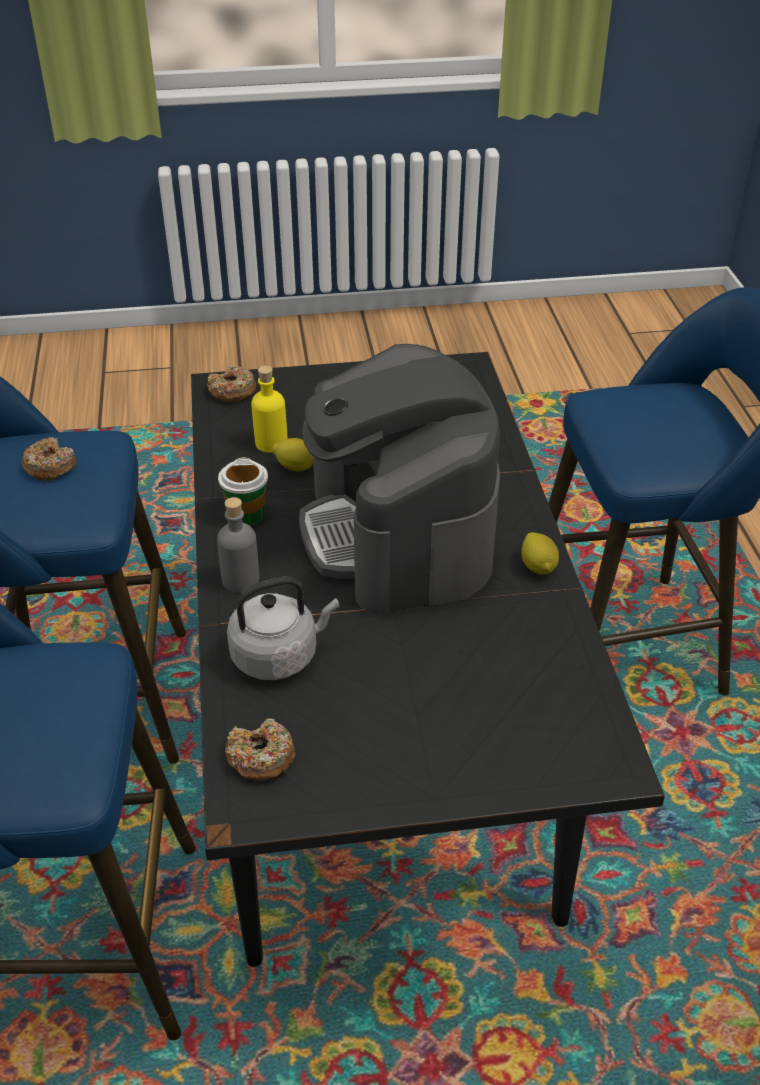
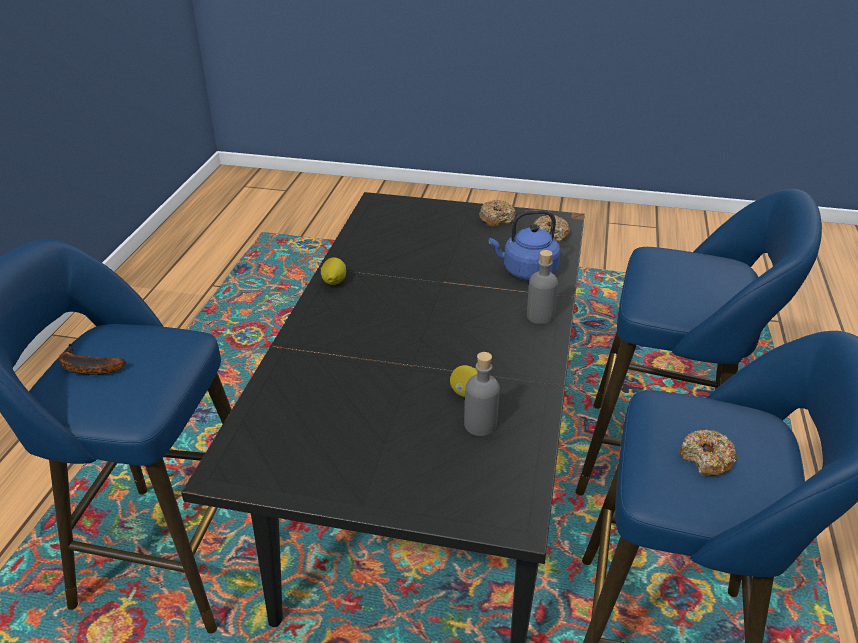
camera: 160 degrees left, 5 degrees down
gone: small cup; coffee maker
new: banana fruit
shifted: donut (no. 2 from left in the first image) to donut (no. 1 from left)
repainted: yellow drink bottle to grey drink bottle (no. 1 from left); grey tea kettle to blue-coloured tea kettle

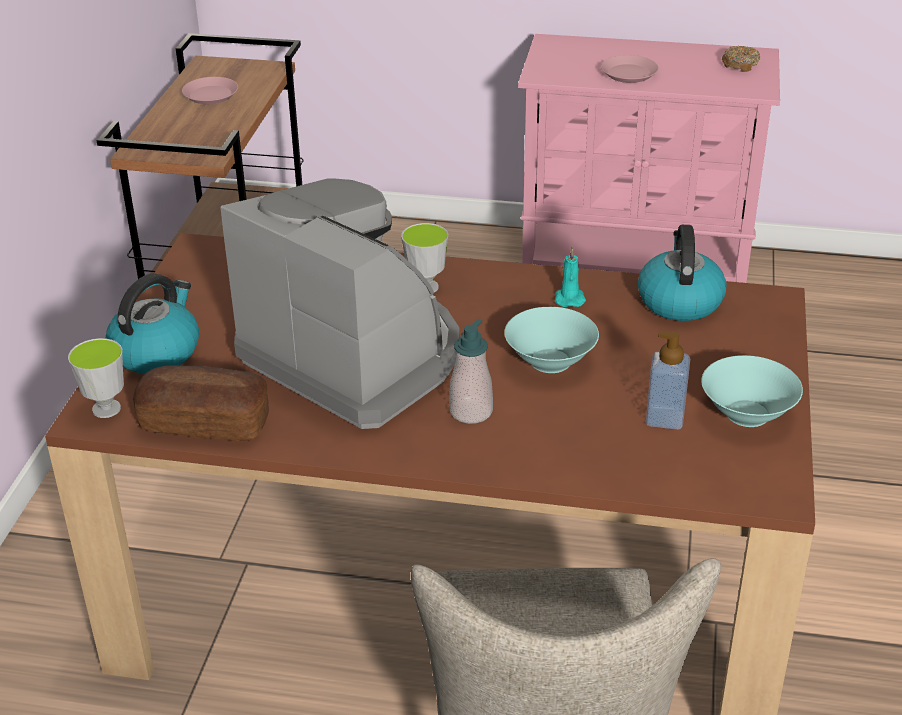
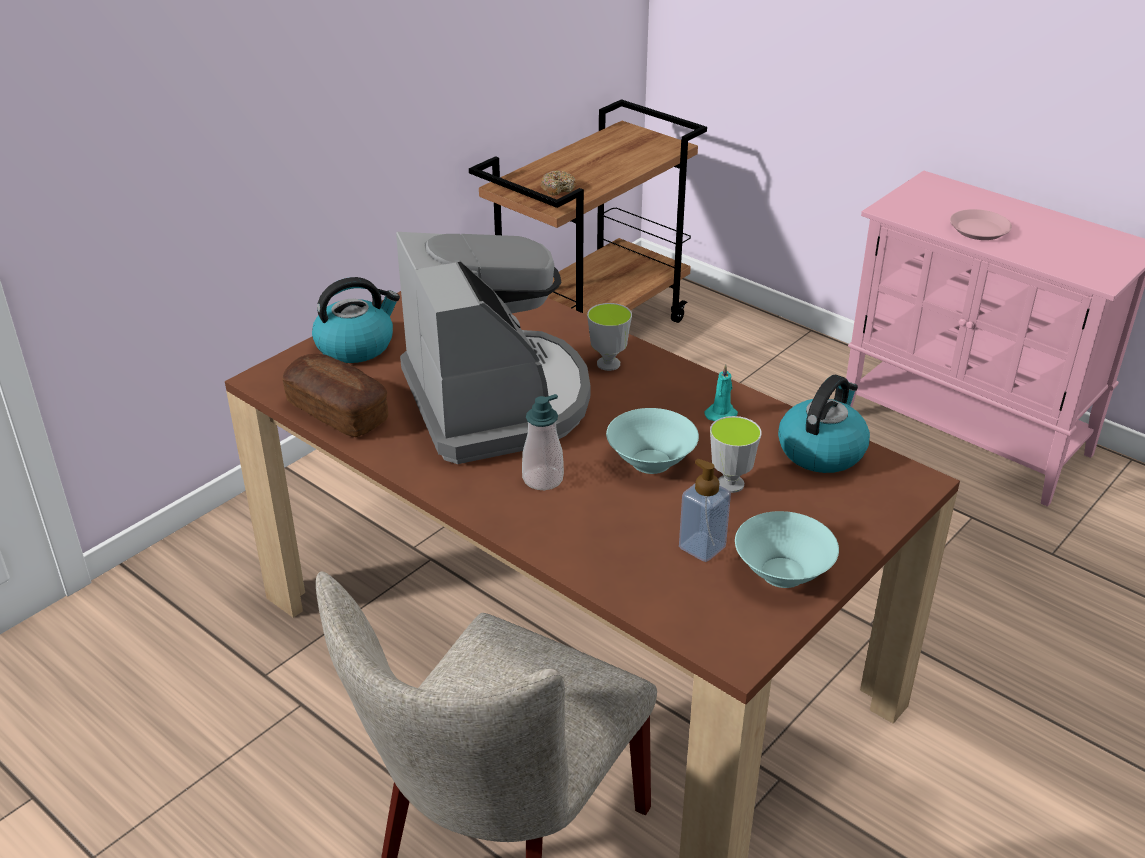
camera: 30 degrees right, 0 degrees up
gone: pink plate (no. 1 from left)
shifted: donut; small cup (no. 1 from left in the first image) to small cup (no. 2 from left)

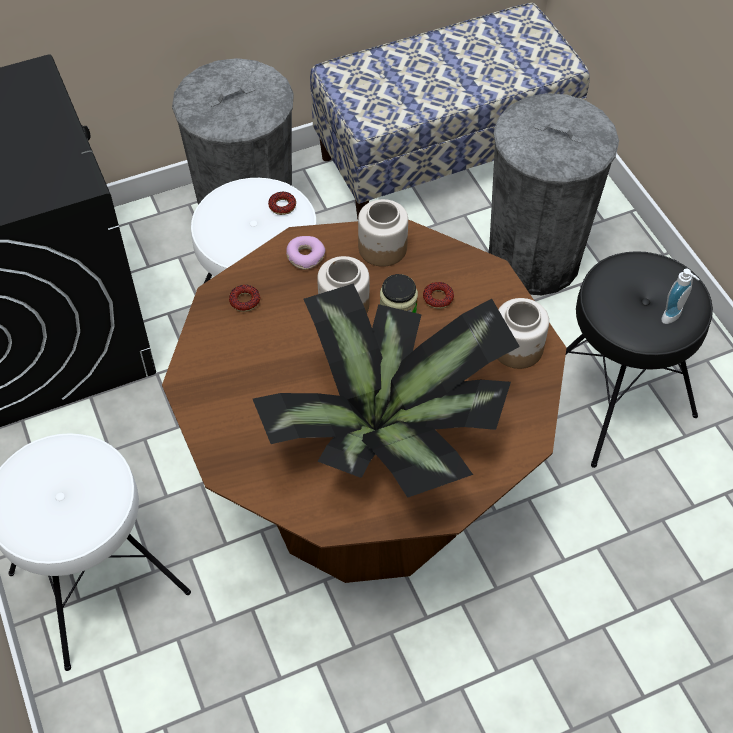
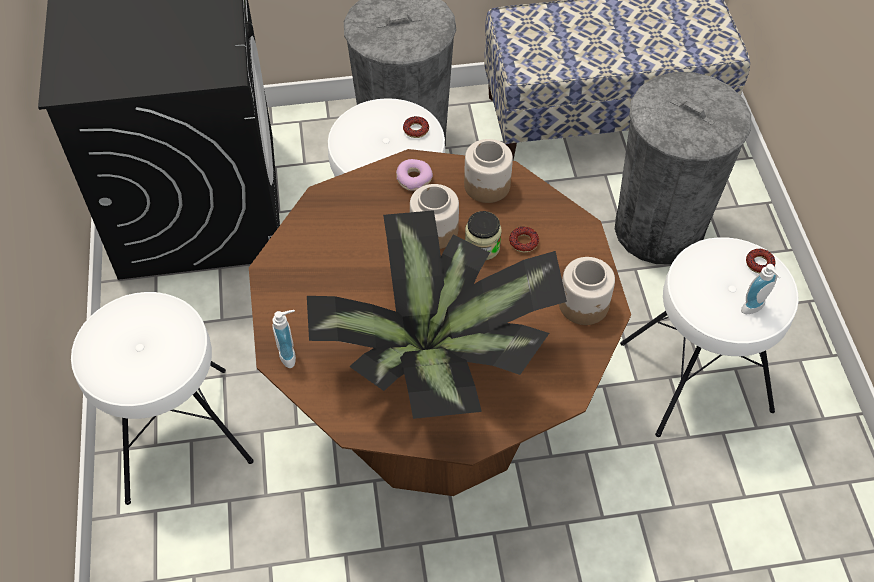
camera: 15 degrees right, 0 degrees up
new: soap bottle (no. 1 from left)
shifted: donut (no. 1 from left in the first image) to donut (no. 4 from left)
repainted: blackish sitting stool to white-coloured sitting stool (no. 3 from left)

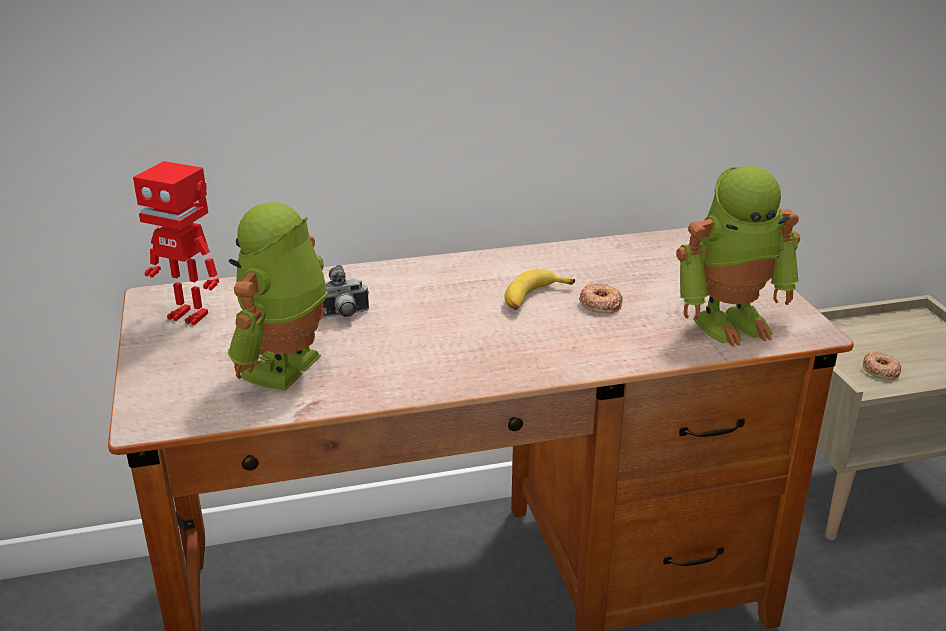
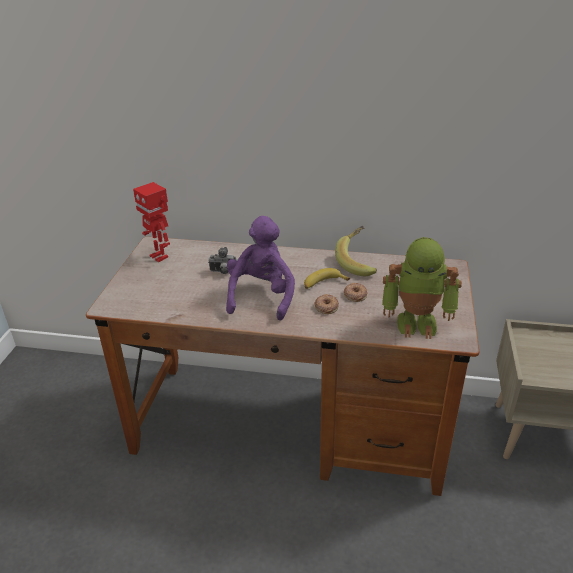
camera: 25 degrees right, 5 degrees up
gone: robot figure (no. 2 from left)
new: purple-coloured soft toy; banana fruit (no. 2 from left)
shifted: donut (no. 2 from left in the first image) to donut (no. 1 from left)

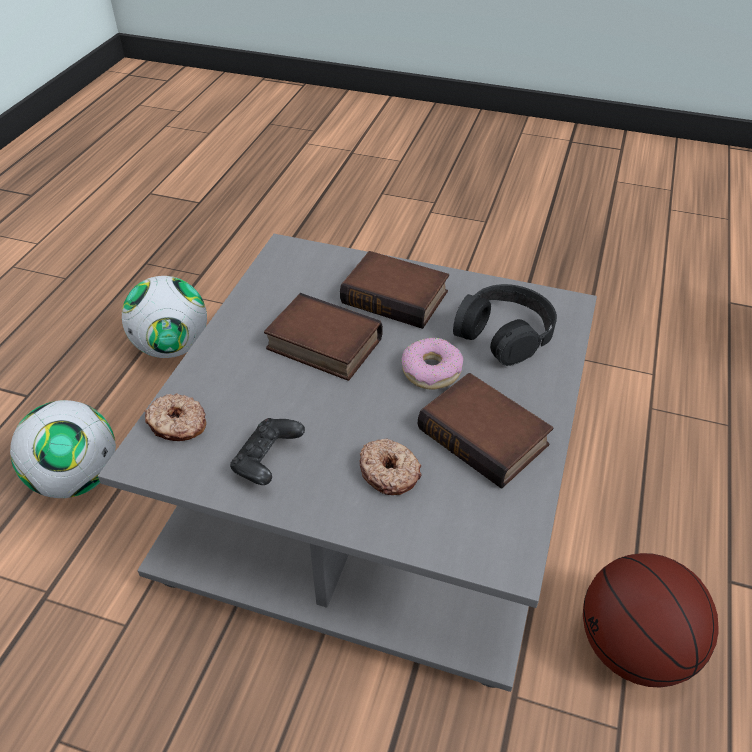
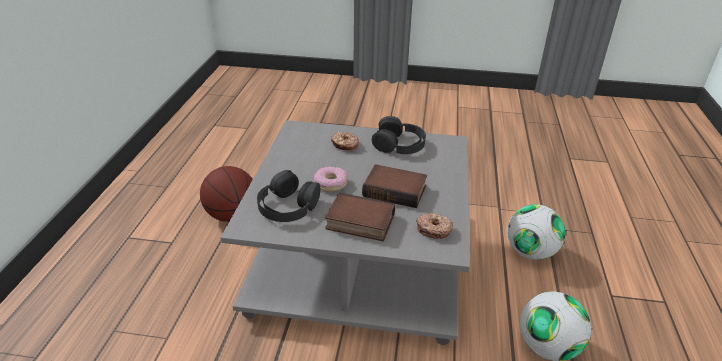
camera: 170 degrees right, 10 degrees down
gone: volume (no. 3 from left)
shifted: donut (no. 1 from left in the first image) to donut (no. 3 from left)
swapped: blackish game controller to blackish headset (no. 2 from left)

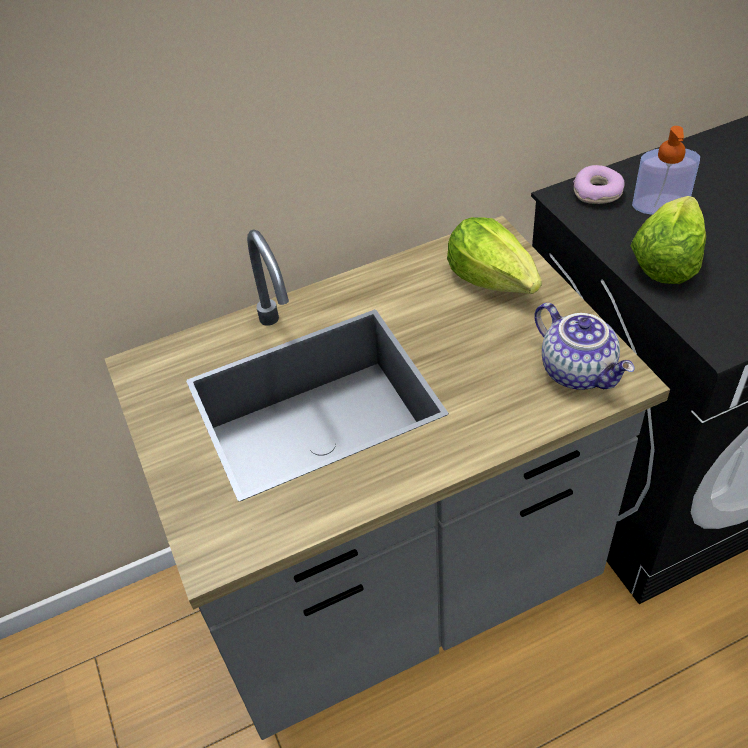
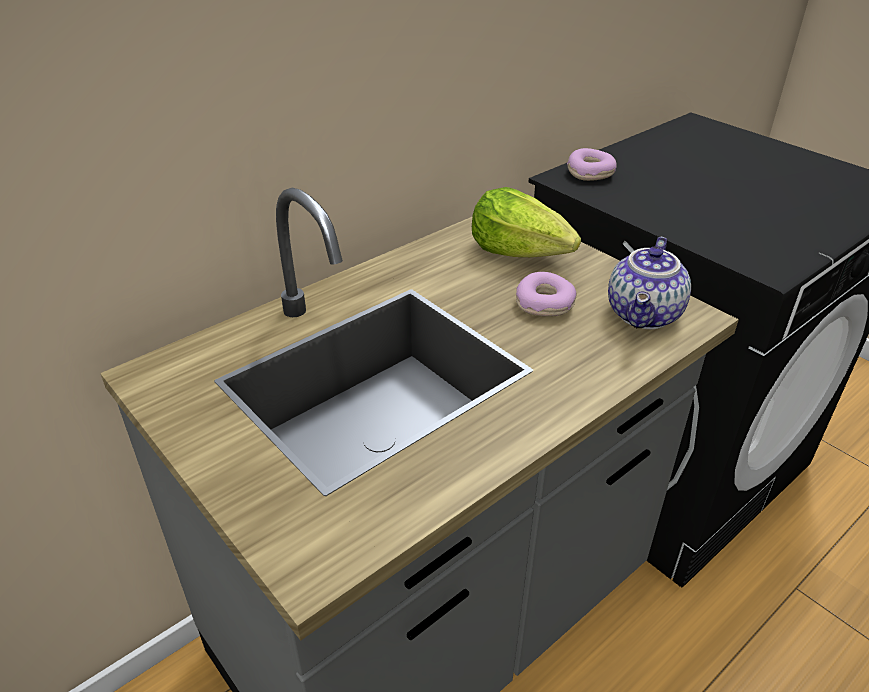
camera: 20 degrees left, 10 degrees down
gone: lettuce head (no. 2 from left); soap bottle
new: donut (no. 1 from left)
rotated: pot for tea 75 degrees clockwise

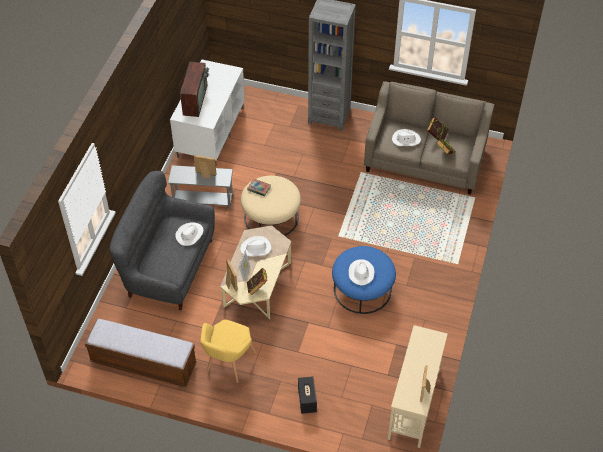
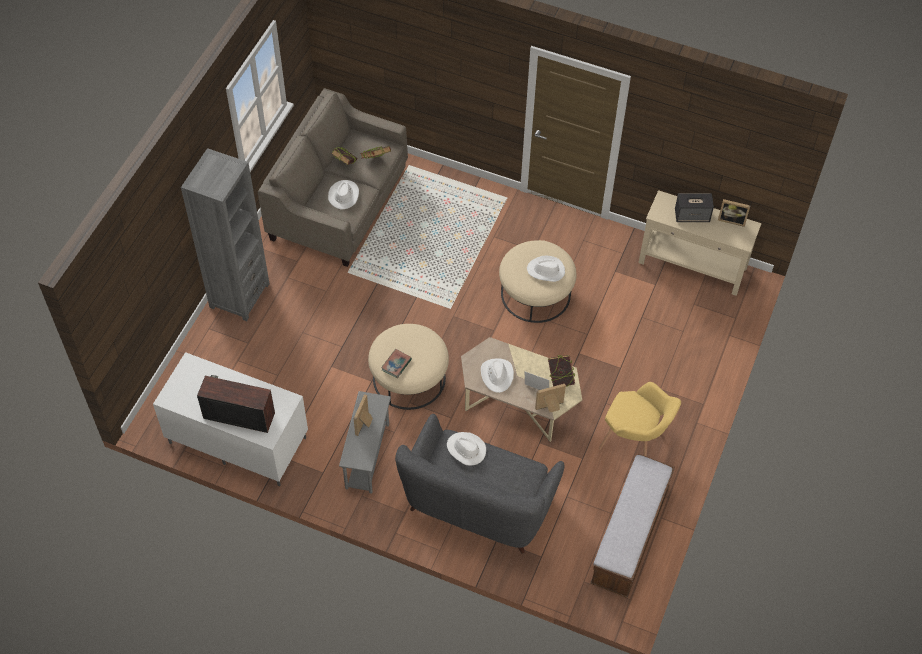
camera: 85 degrees left, 5 degrees up
shifted: loudspeaker
repainted: blue-coloured pouffe to beige-coloured pouffe (no. 2 from left)

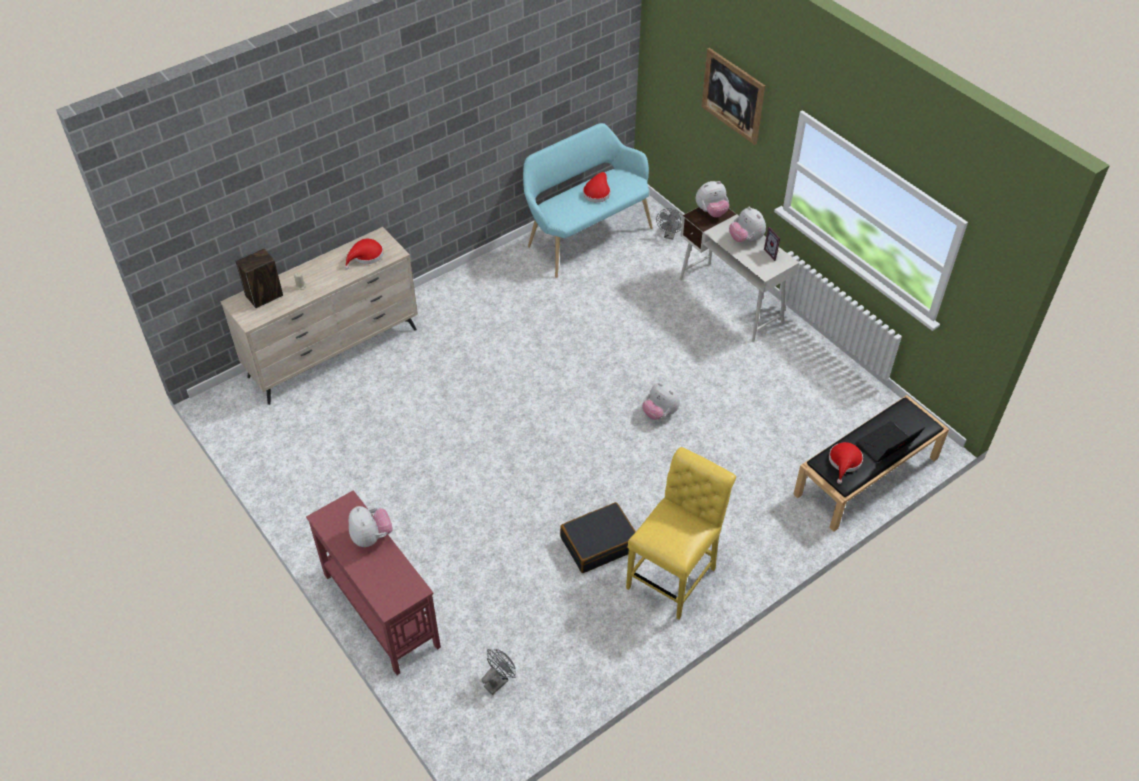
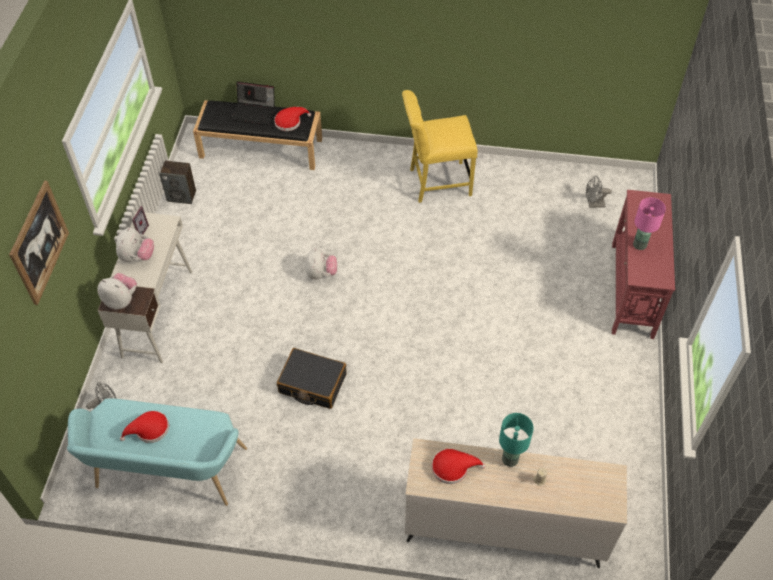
camera: 135 degrees left, 5 degrees up
new: turquoise-coloured table lamp
shifted: loudspeaker; blackish suitcase
swapped: soft toy (no. 1 from left) to pink table lamp

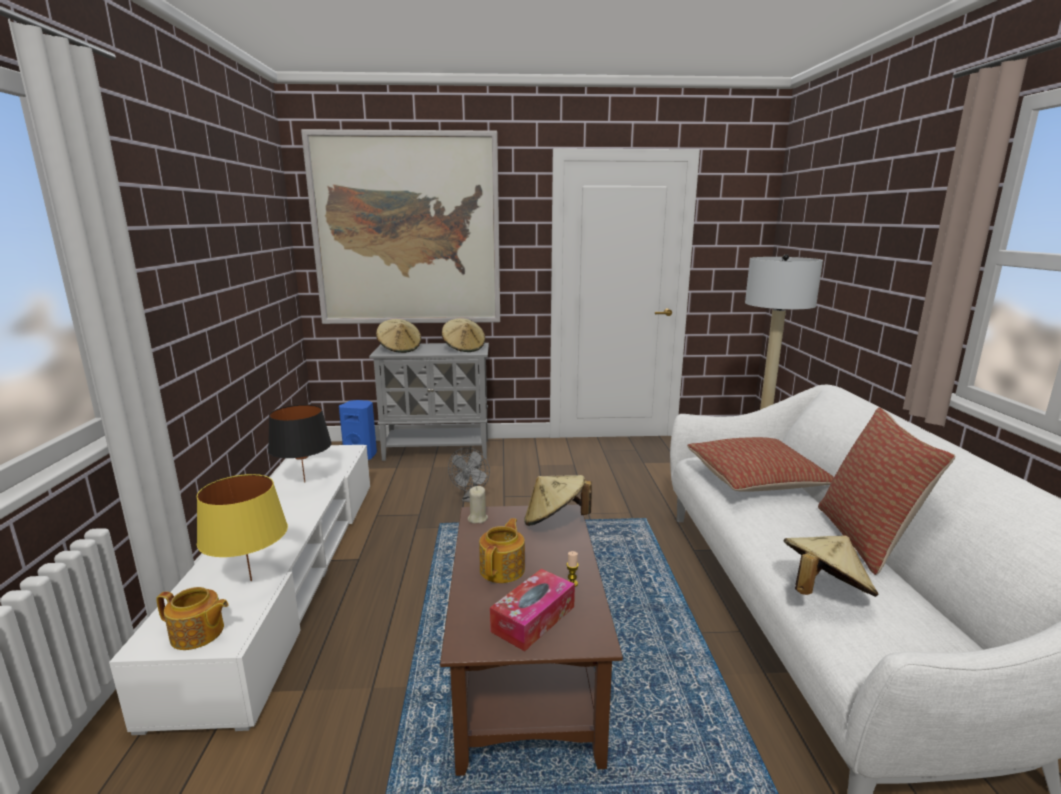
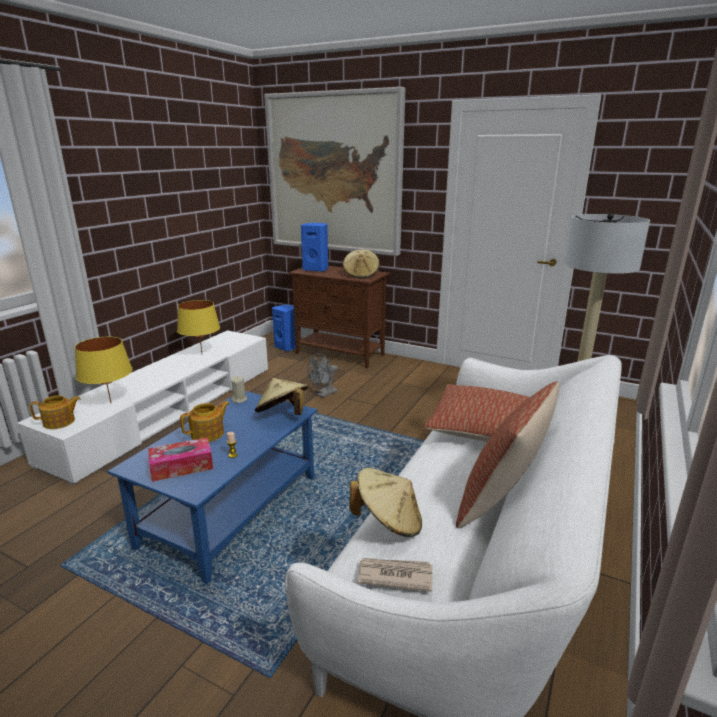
camera: 30 degrees right, 5 degrees up
new: daily paper
swapped: beige-coloured wearable hat (no. 1 from left) to blue-coloured loudspeaker (no. 2 from left)
repainted: brown lounge table to blue-coloured lounge table; blackish table lamp to yellow table lamp (no. 2 from left); grey cupboard to brown cupboard
rotated: pot for tea (no. 1 from left) 60 degrees counterclockwise

